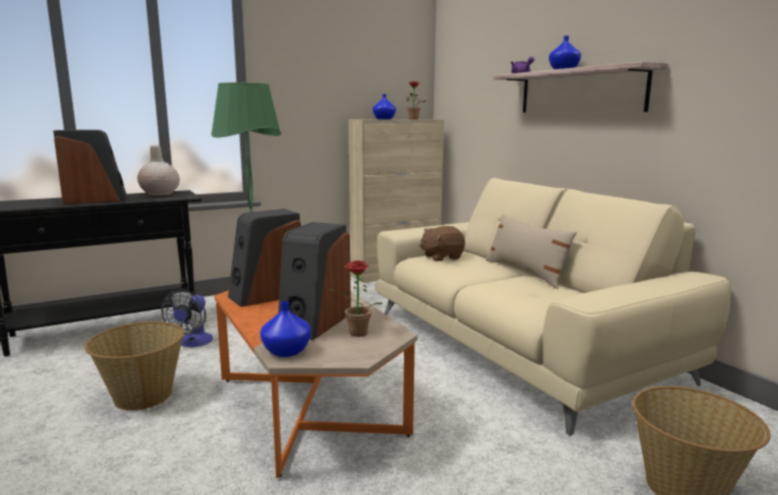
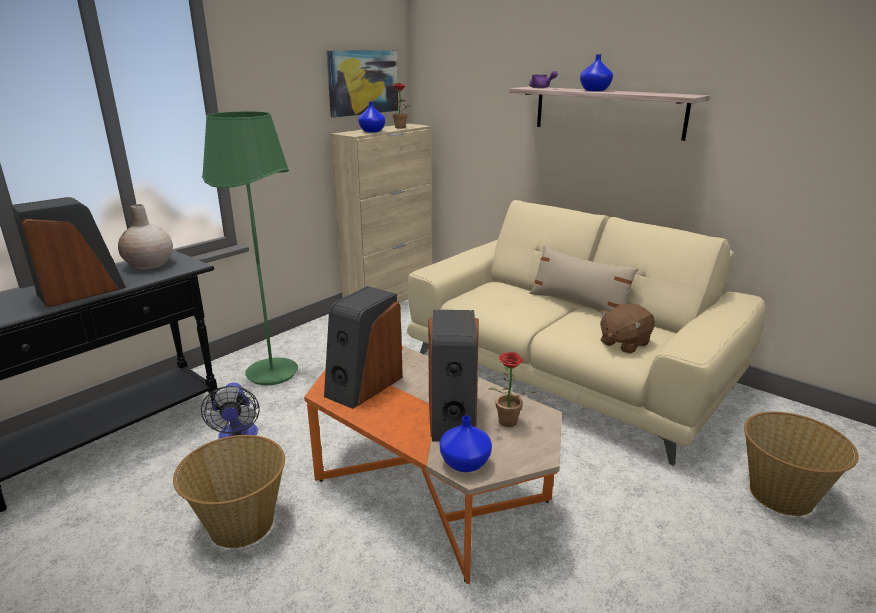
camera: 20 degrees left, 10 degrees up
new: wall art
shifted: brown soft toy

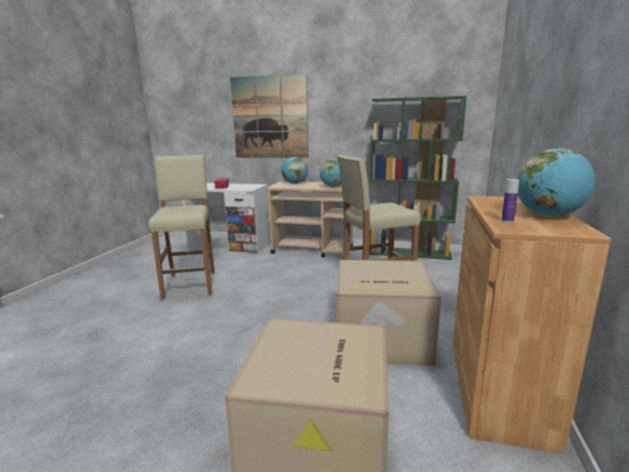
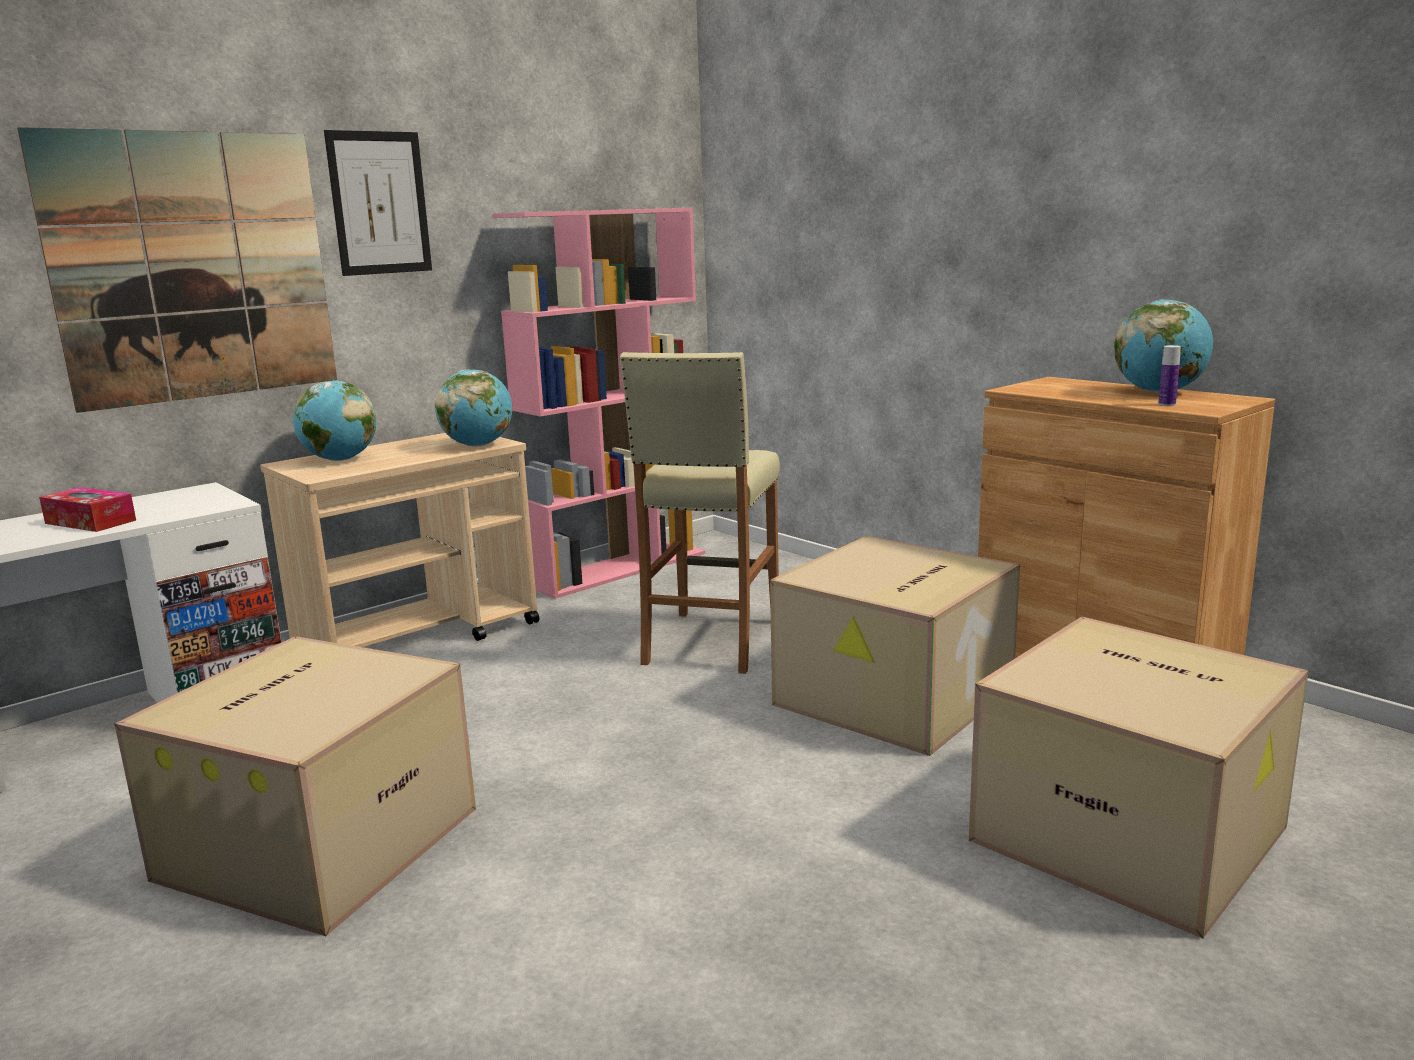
camera: 55 degrees left, 0 degrees up
new: wall art (no. 2 from left)
swapped: beige-coloured sitting stool (no. 1 from left) to packing box (no. 1 from left)
repainted: green shelving unit to pink shelving unit

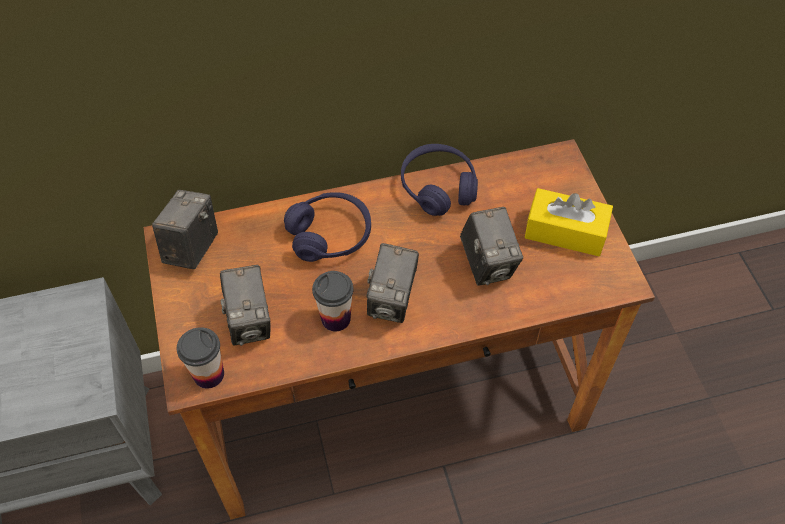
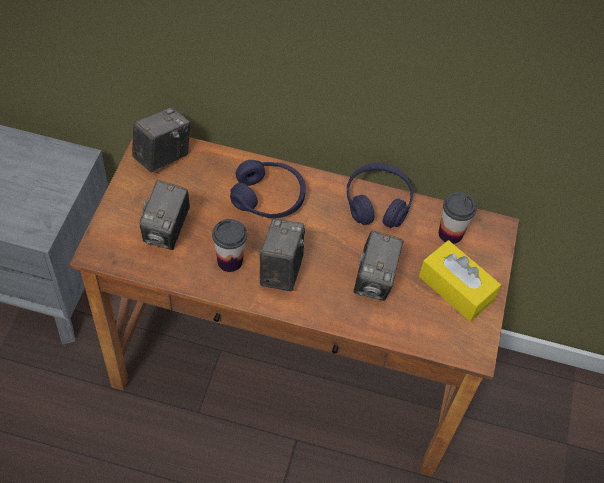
camera: 25 degrees right, 0 degrees up
shifted: small cup (no. 1 from left in the first image) to small cup (no. 2 from left)
rotated: still camera (no. 3 from left) 150 degrees clockwise

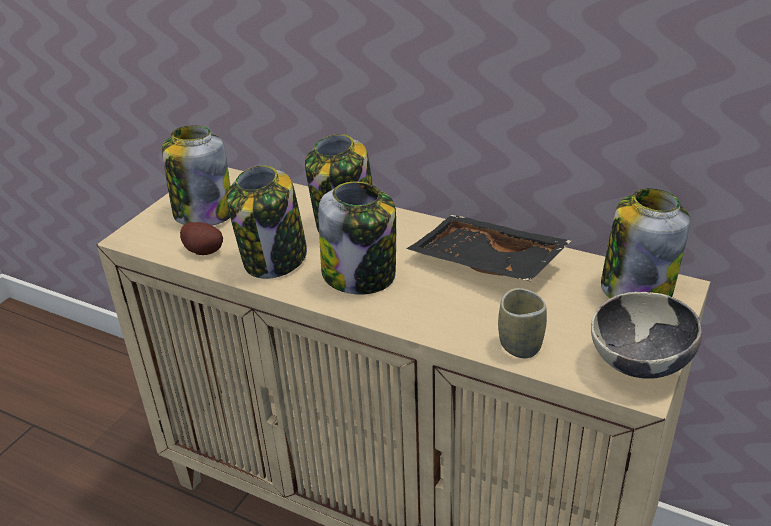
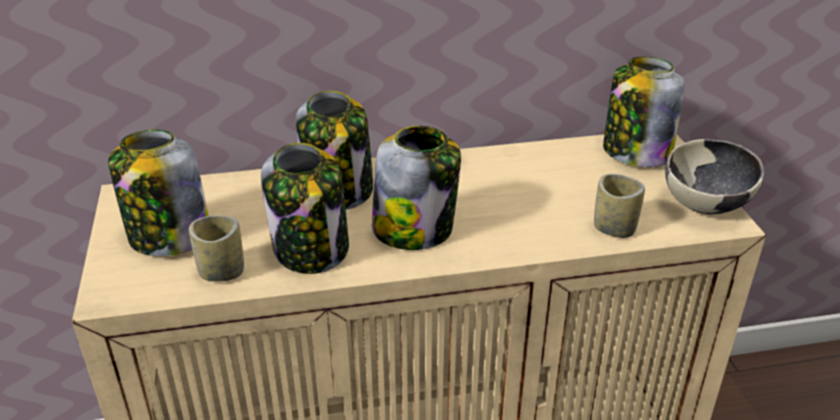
camera: 40 degrees left, 0 degrees up
gone: blackish carrying tray
swapped: spud to small cup (no. 1 from left)

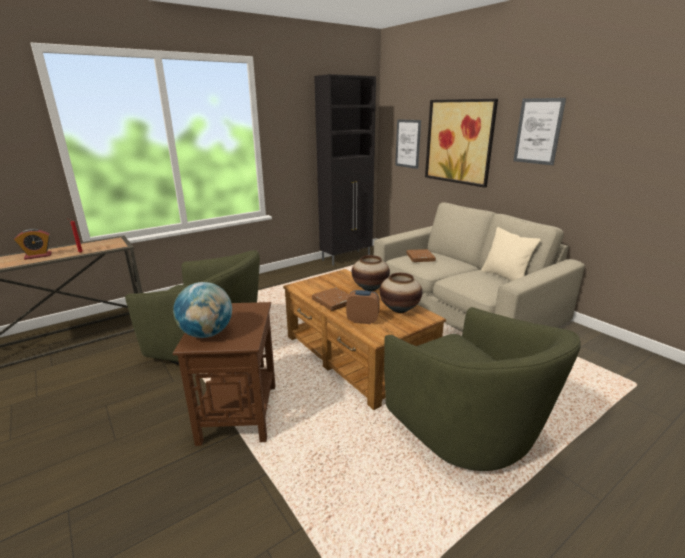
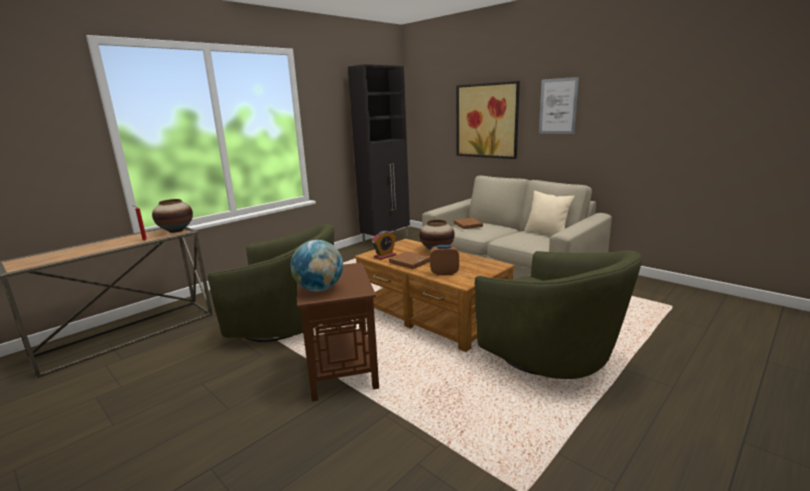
camera: 10 degrees left, 5 degrees down
gone: wall art (no. 1 from left)
shifted: vase (no. 2 from left in the first image) to vase (no. 1 from left); bedside clock (no. 1 from left)

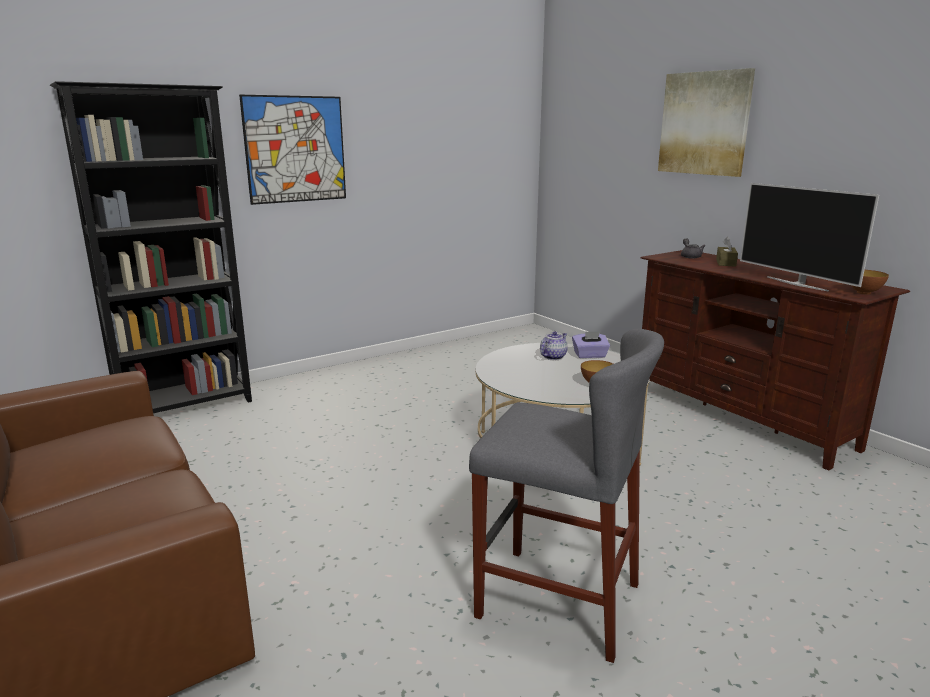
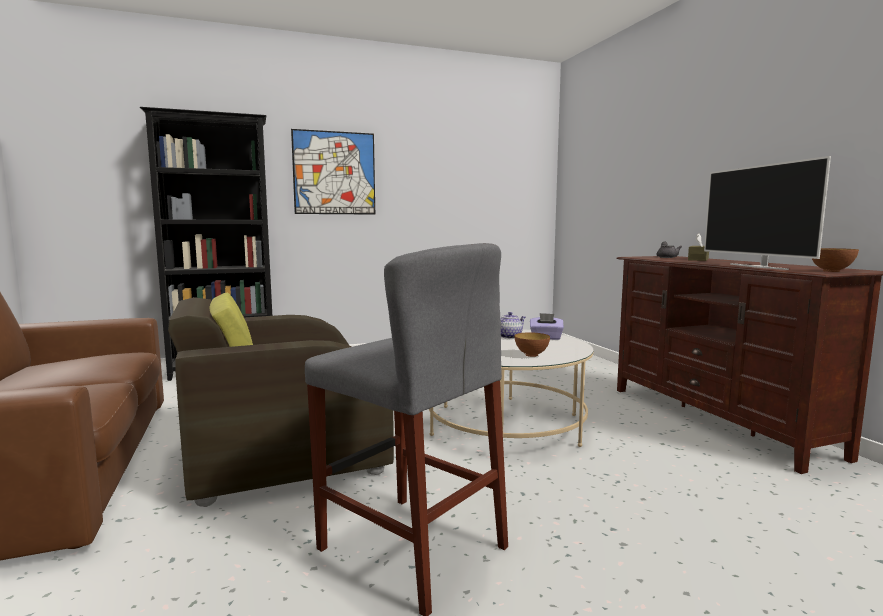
camera: 15 degrees right, 10 degrees down
gone: wall art (no. 2 from left)
new: brown lounge chair

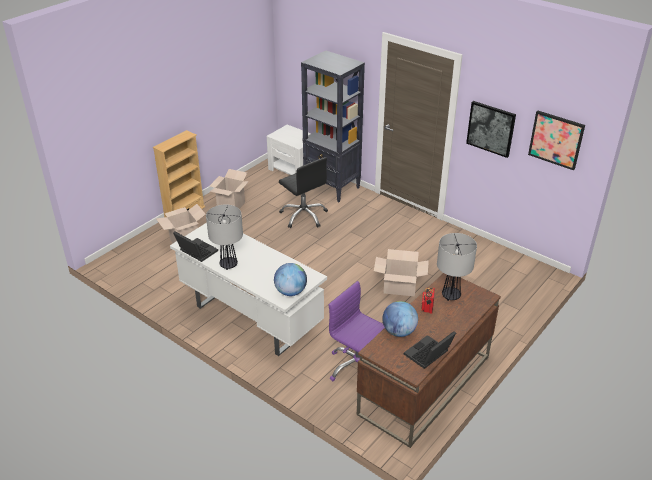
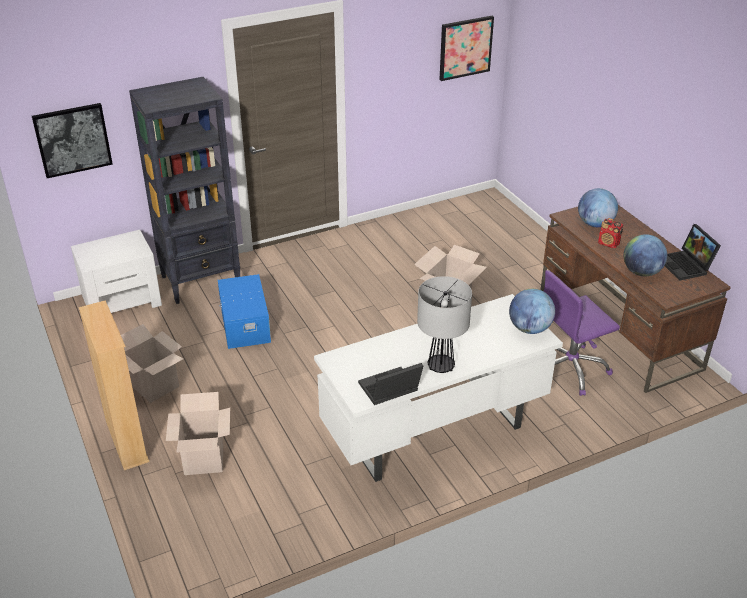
camera: 65 degrees left, 0 degrees up
shifted: wall art (no. 1 from left)
swapped: blackish desk chair to blue-coloured storage box; table lamp (no. 2 from left) to globe (no. 2 from left)

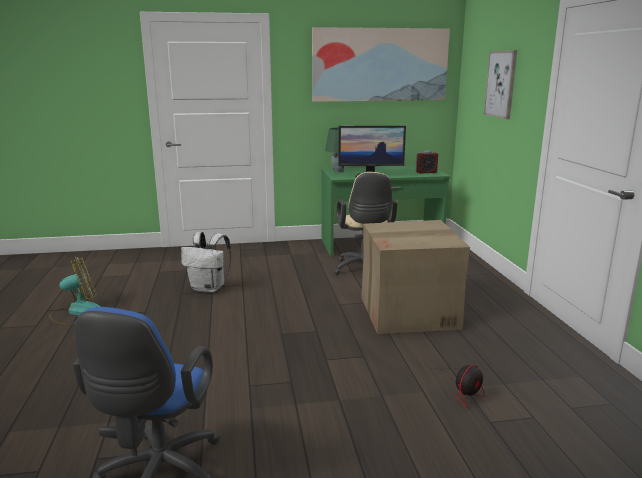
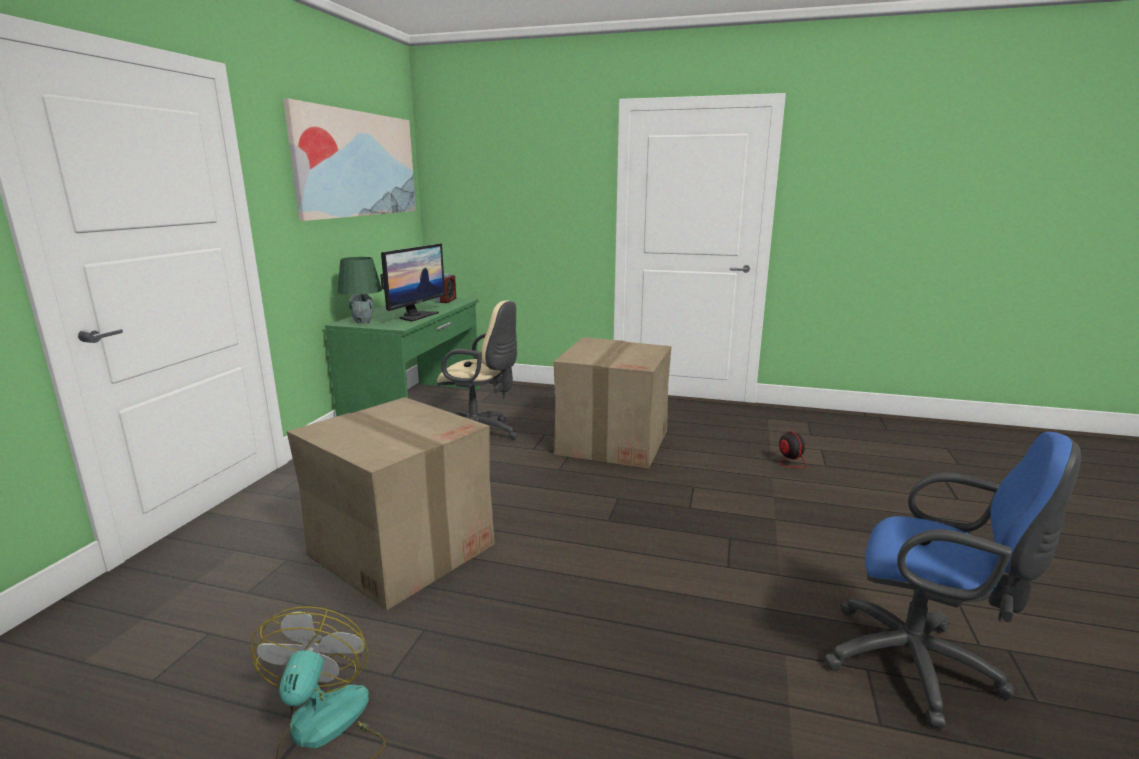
camera: 65 degrees left, 0 degrees up
gone: wall art (no. 2 from left)
swapped: white-coloured knapsack to packing box (no. 1 from left)

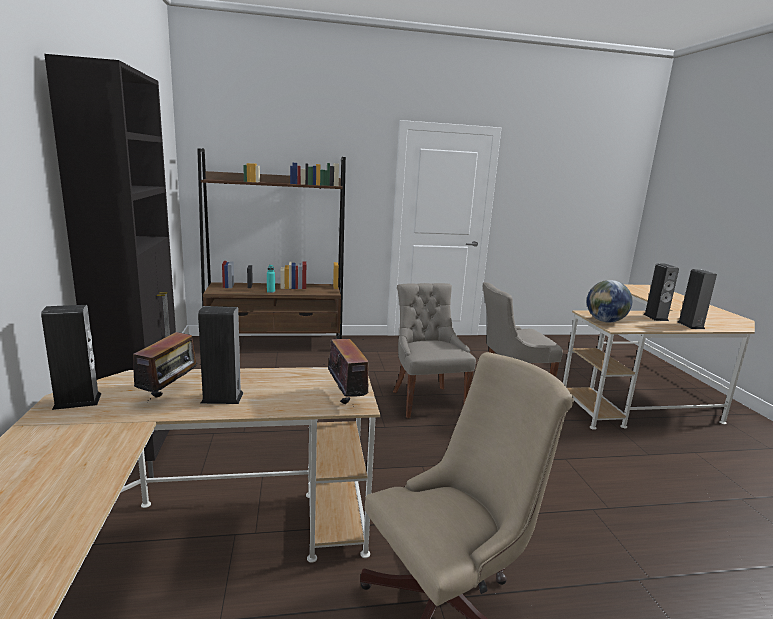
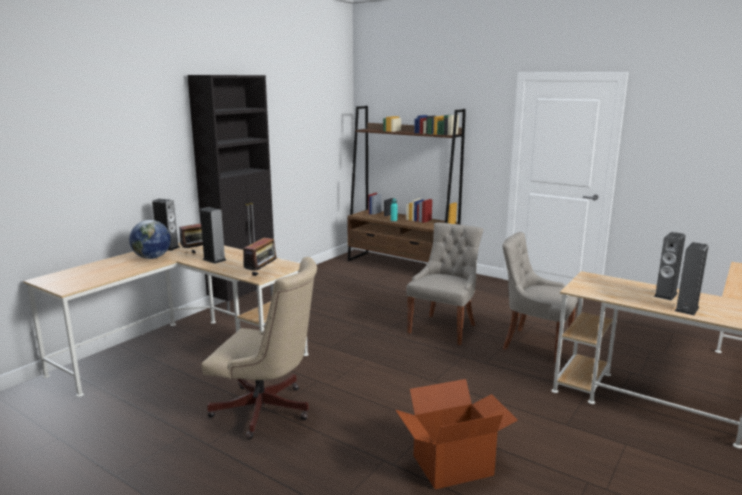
camera: 45 degrees right, 0 degrees up
new: packing box
shifted: globe

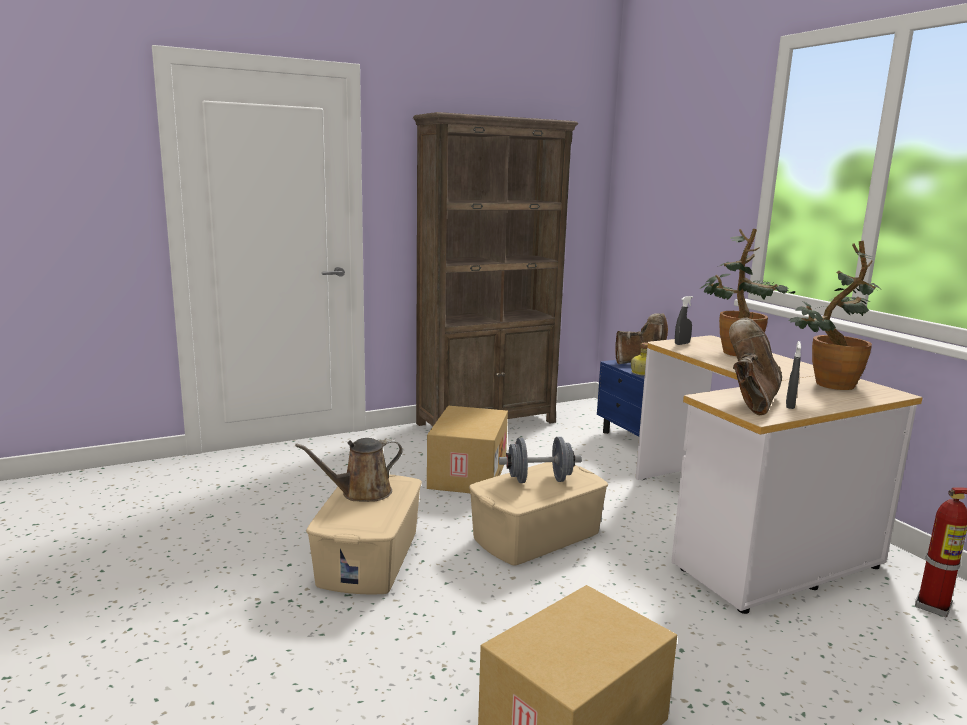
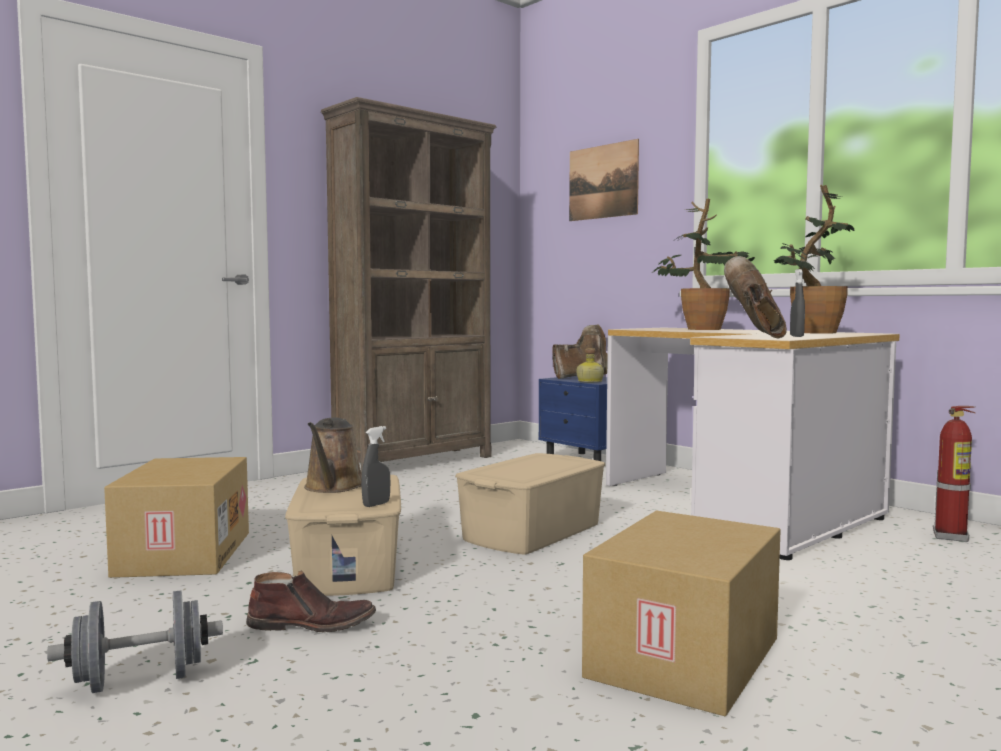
camera: 15 degrees left, 10 degrees down
new: brown tall boot (no. 1 from left); wall art
shifted: grey hand weight; packing box (no. 1 from left); grey spray bottle (no. 1 from left)
rotated: brown watering can 45 degrees counterclockwise

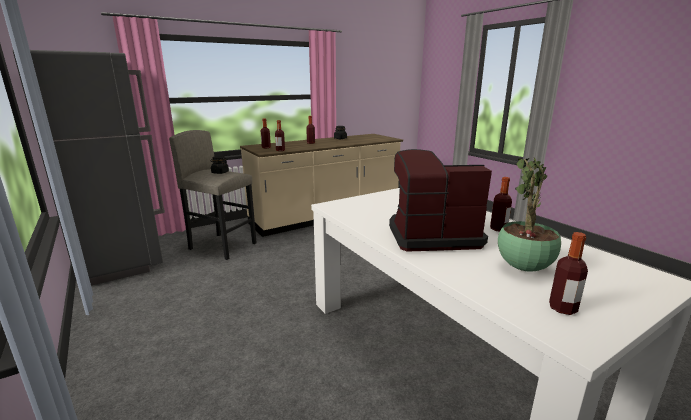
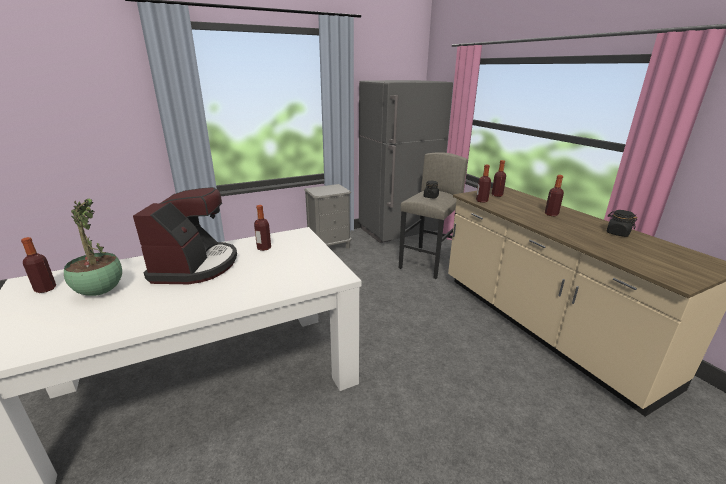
camera: 95 degrees right, 5 degrees up
new: grey bedside table
shifted: drink bottle (no. 4 from left in the first image) to drink bottle (no. 2 from left)

